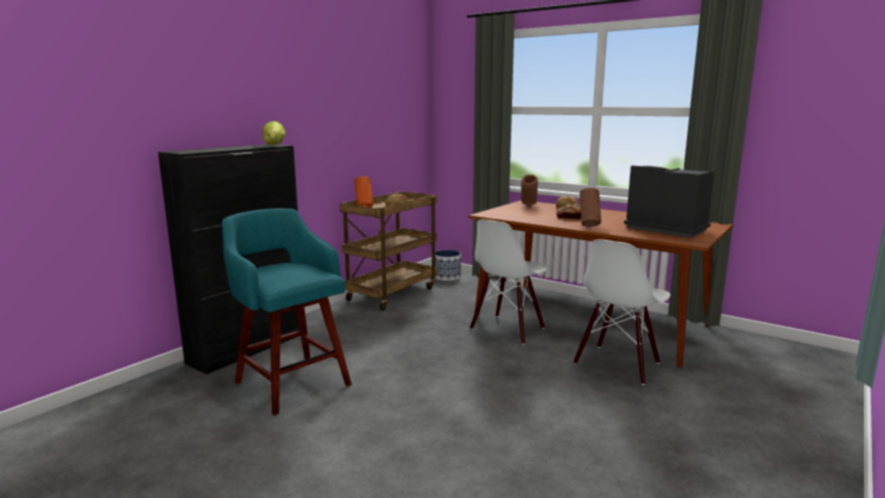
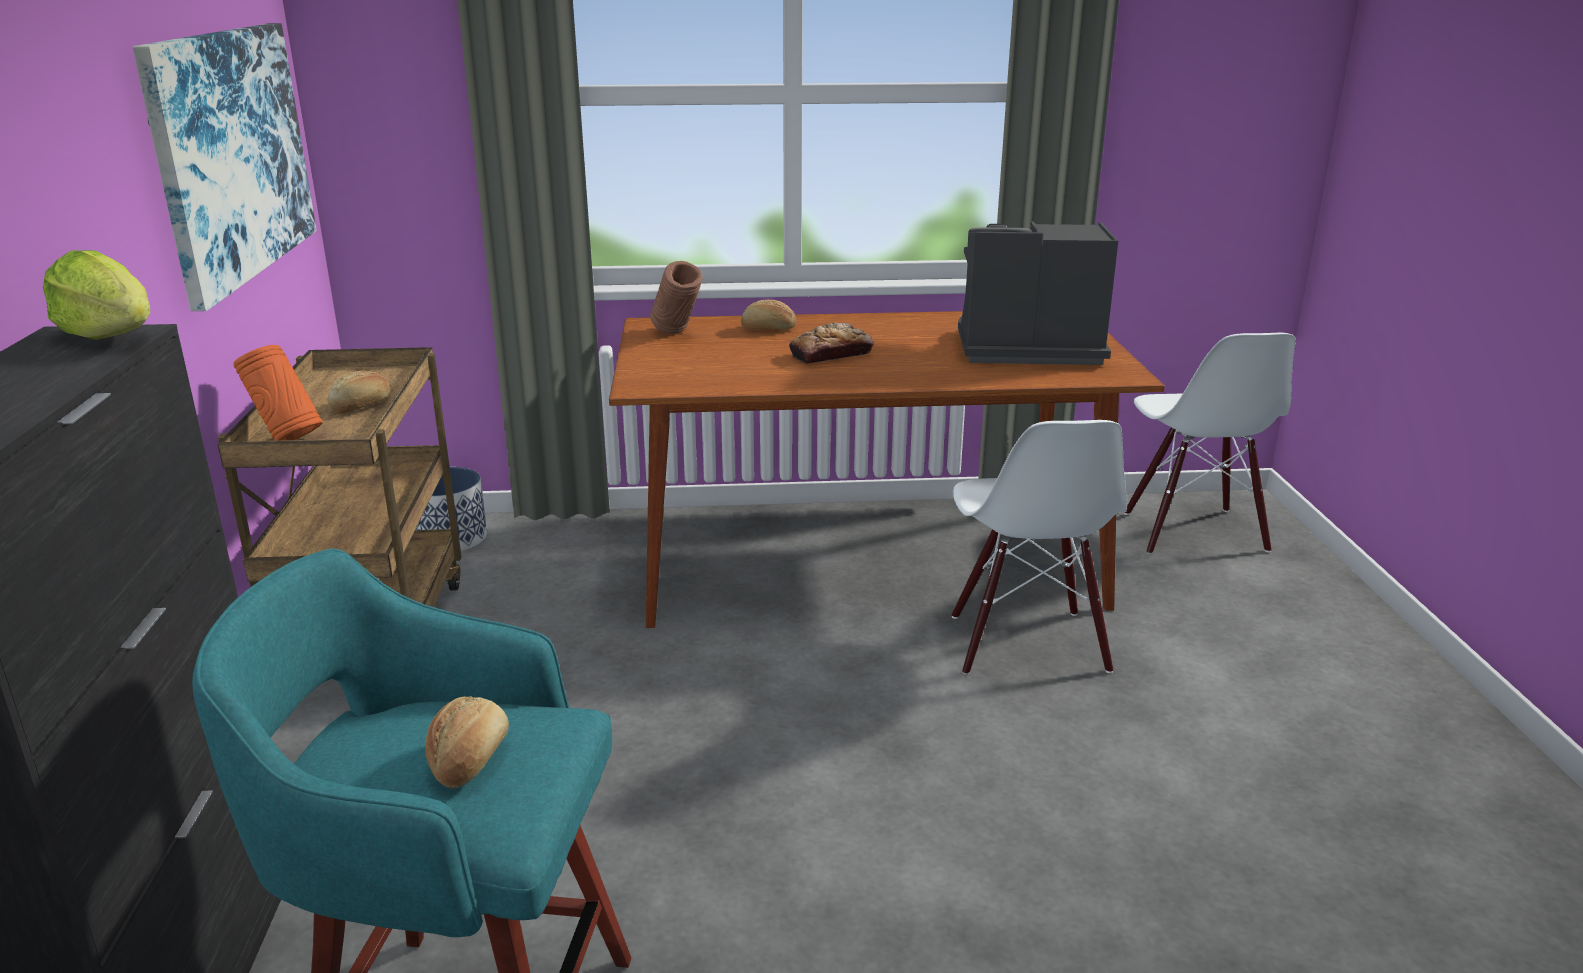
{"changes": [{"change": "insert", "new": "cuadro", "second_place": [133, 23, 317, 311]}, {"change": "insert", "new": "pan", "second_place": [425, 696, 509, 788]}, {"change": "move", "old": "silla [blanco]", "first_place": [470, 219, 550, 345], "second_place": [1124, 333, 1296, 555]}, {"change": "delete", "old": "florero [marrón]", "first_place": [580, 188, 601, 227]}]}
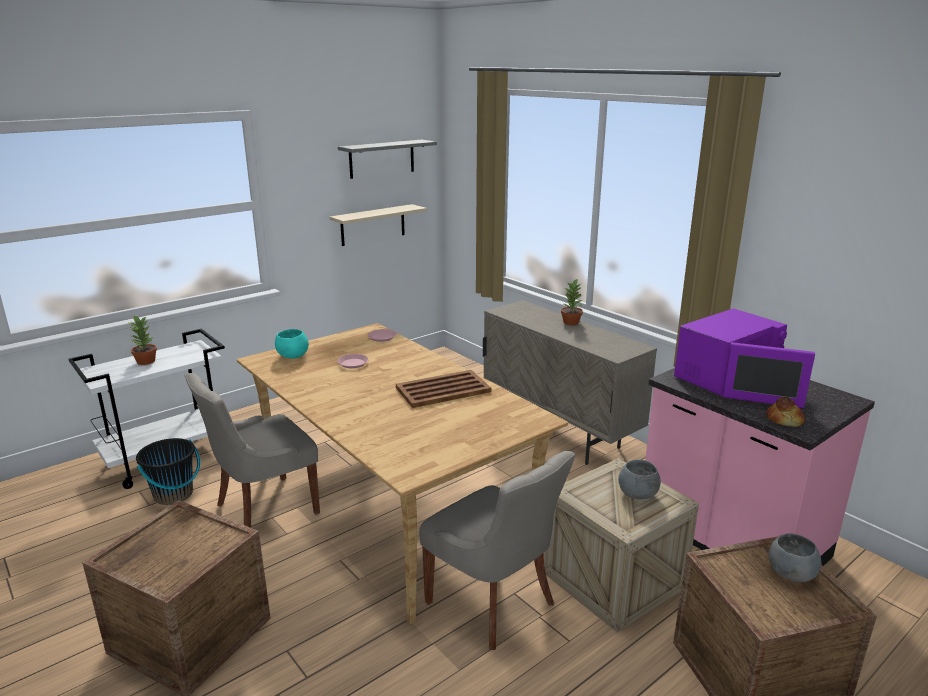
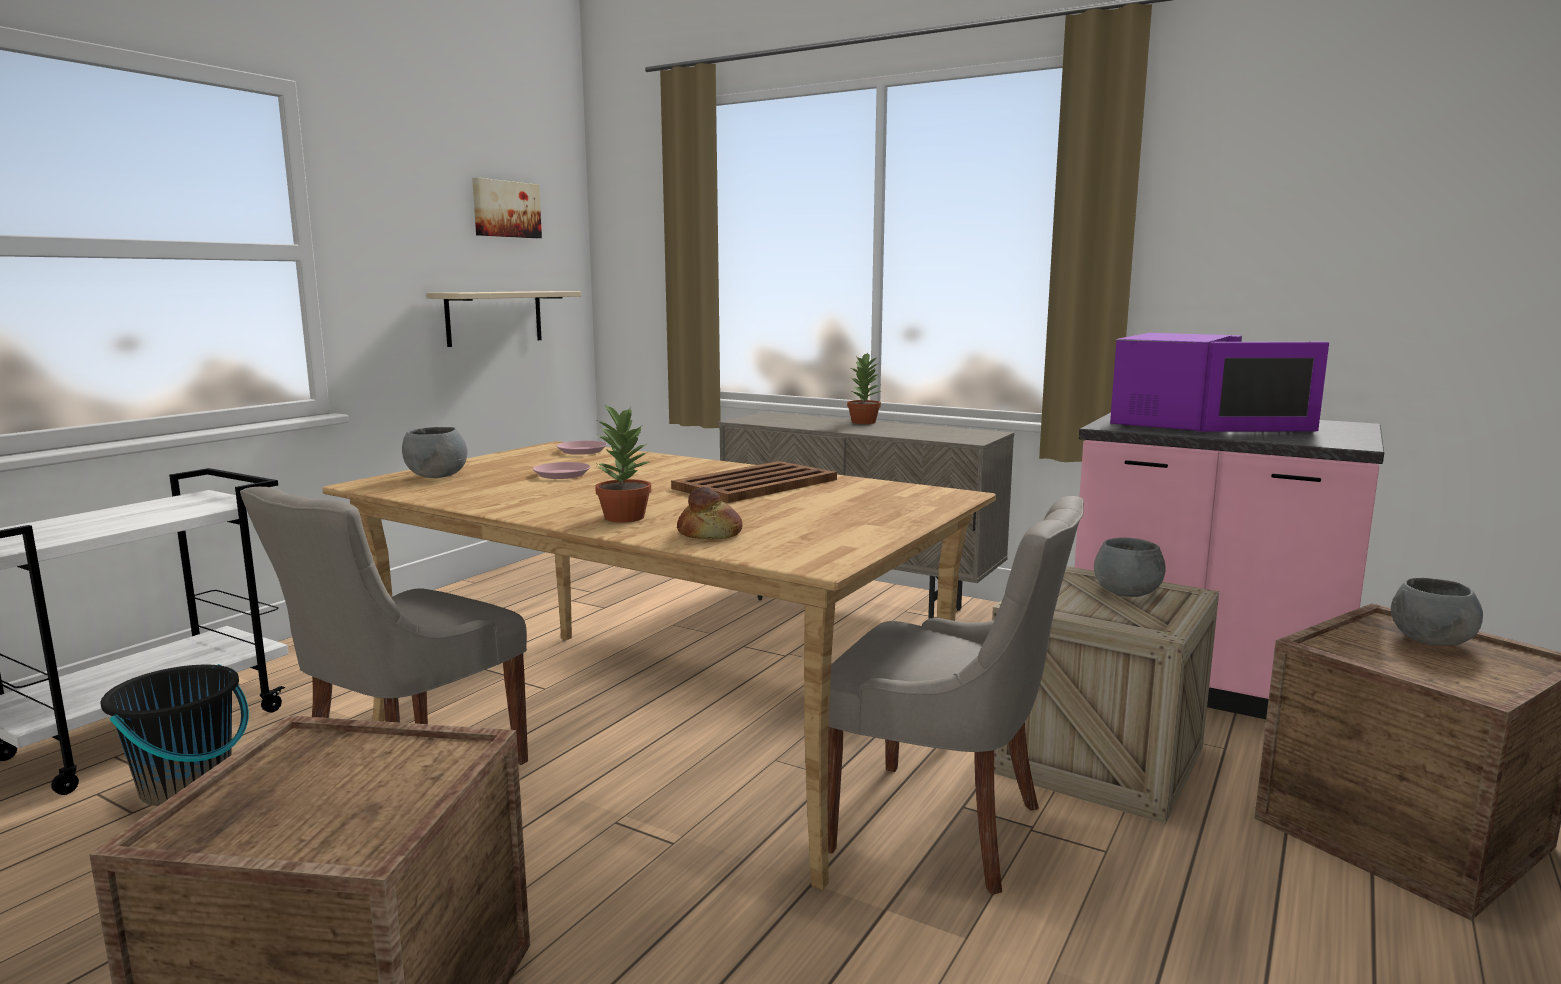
{"changes": [{"change": "recolor", "old": "cuenco [turquesa]", "new": "cuenco [gris]", "first_place": [275, 329, 309, 358], "second_place": [402, 427, 467, 478]}, {"change": "replace", "old": "estante [gris]", "new": "cuadro", "first_place": [338, 140, 437, 179], "second_place": [472, 178, 542, 238]}, {"change": "move", "old": "planta en maceta", "first_place": [129, 315, 157, 365], "second_place": [595, 404, 652, 523]}, {"change": "move", "old": "pan", "first_place": [766, 397, 805, 427], "second_place": [677, 487, 743, 540]}]}
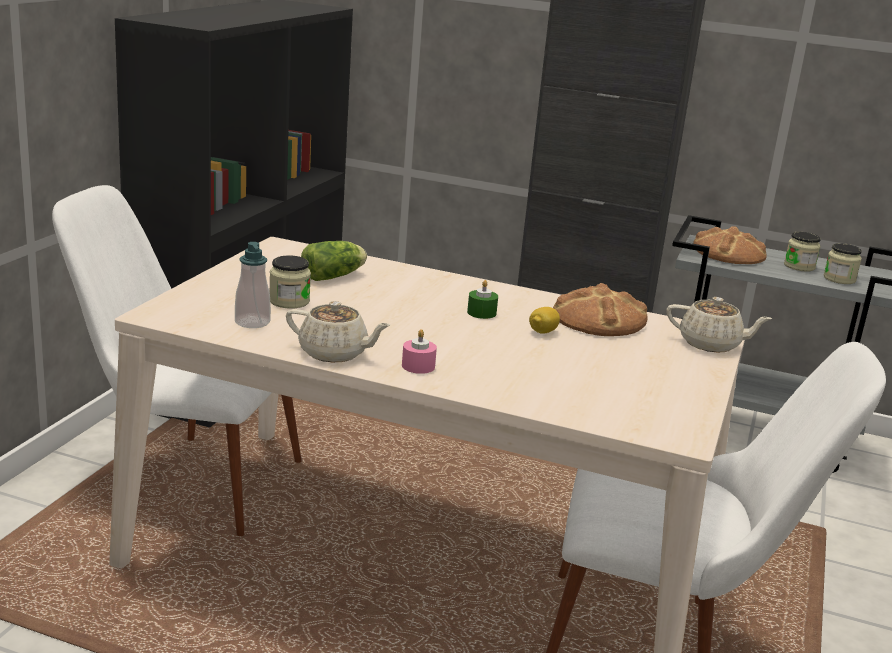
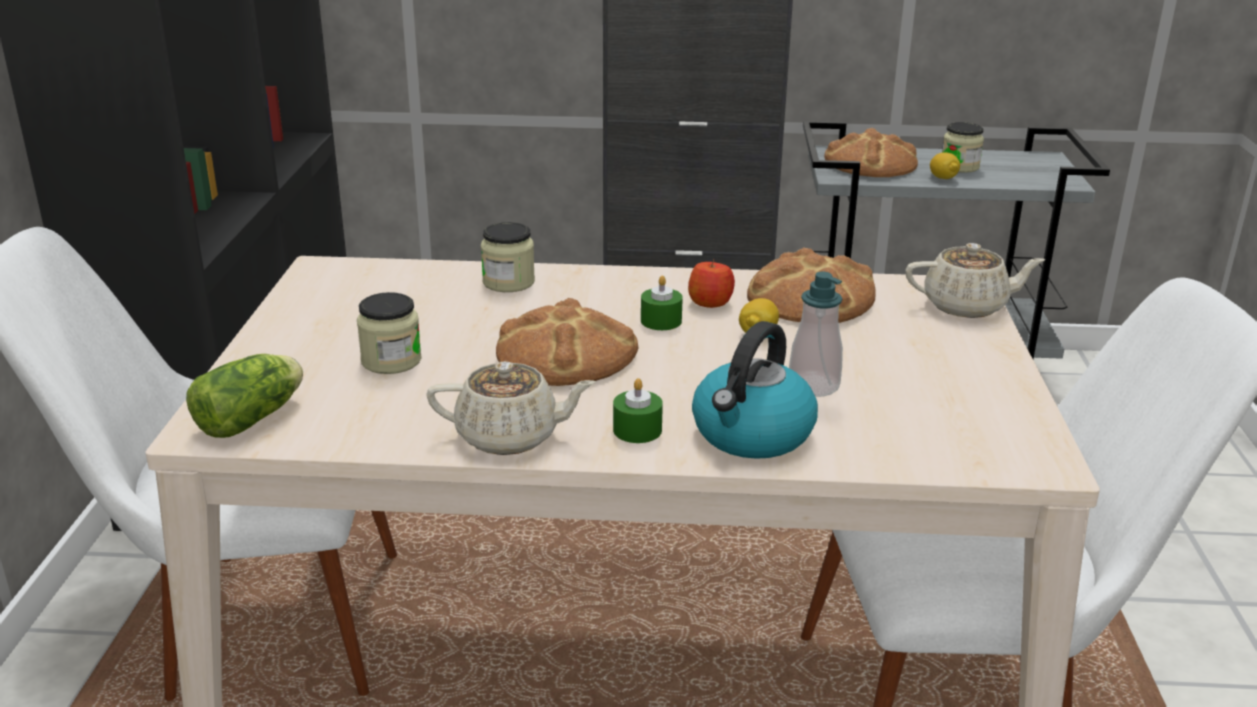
{"changes": [{"change": "move", "old": "lechuga", "first_place": [301, 241, 367, 281], "second_place": [186, 354, 303, 438]}, {"change": "move", "old": "tarro", "first_place": [824, 243, 862, 284], "second_place": [481, 222, 535, 292]}, {"change": "insert", "new": "pan", "second_place": [496, 298, 639, 386]}, {"change": "recolor", "old": "vela [rosa]", "new": "vela [verde]", "first_place": [402, 329, 437, 374], "second_place": [613, 378, 663, 443]}, {"change": "insert", "new": "manzana", "second_place": [688, 259, 735, 308]}, {"change": "insert", "new": "hervidor", "second_place": [692, 321, 818, 459]}, {"change": "move", "old": "dispensador de jabón", "first_place": [235, 242, 271, 328], "second_place": [789, 272, 843, 397]}, {"change": "insert", "new": "limón", "second_place": [930, 153, 960, 179]}]}
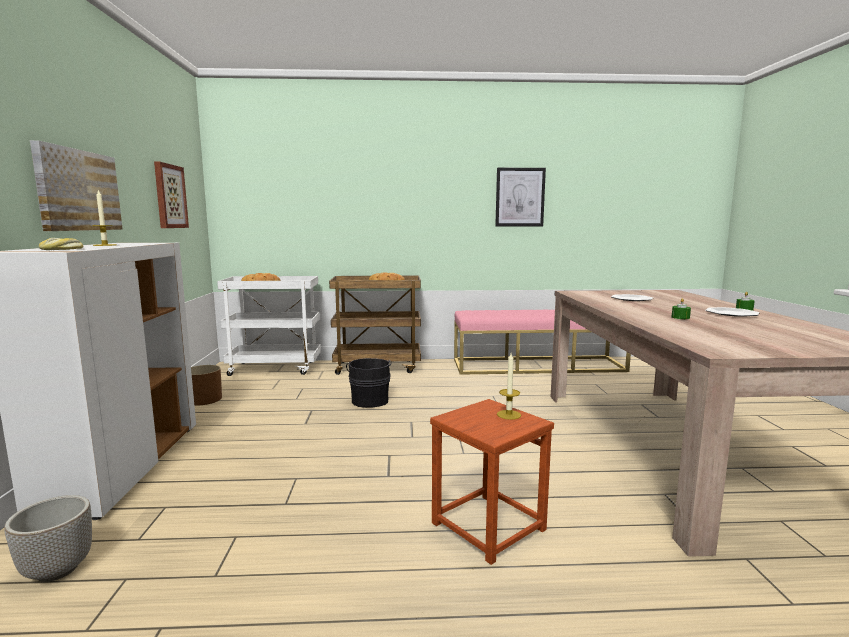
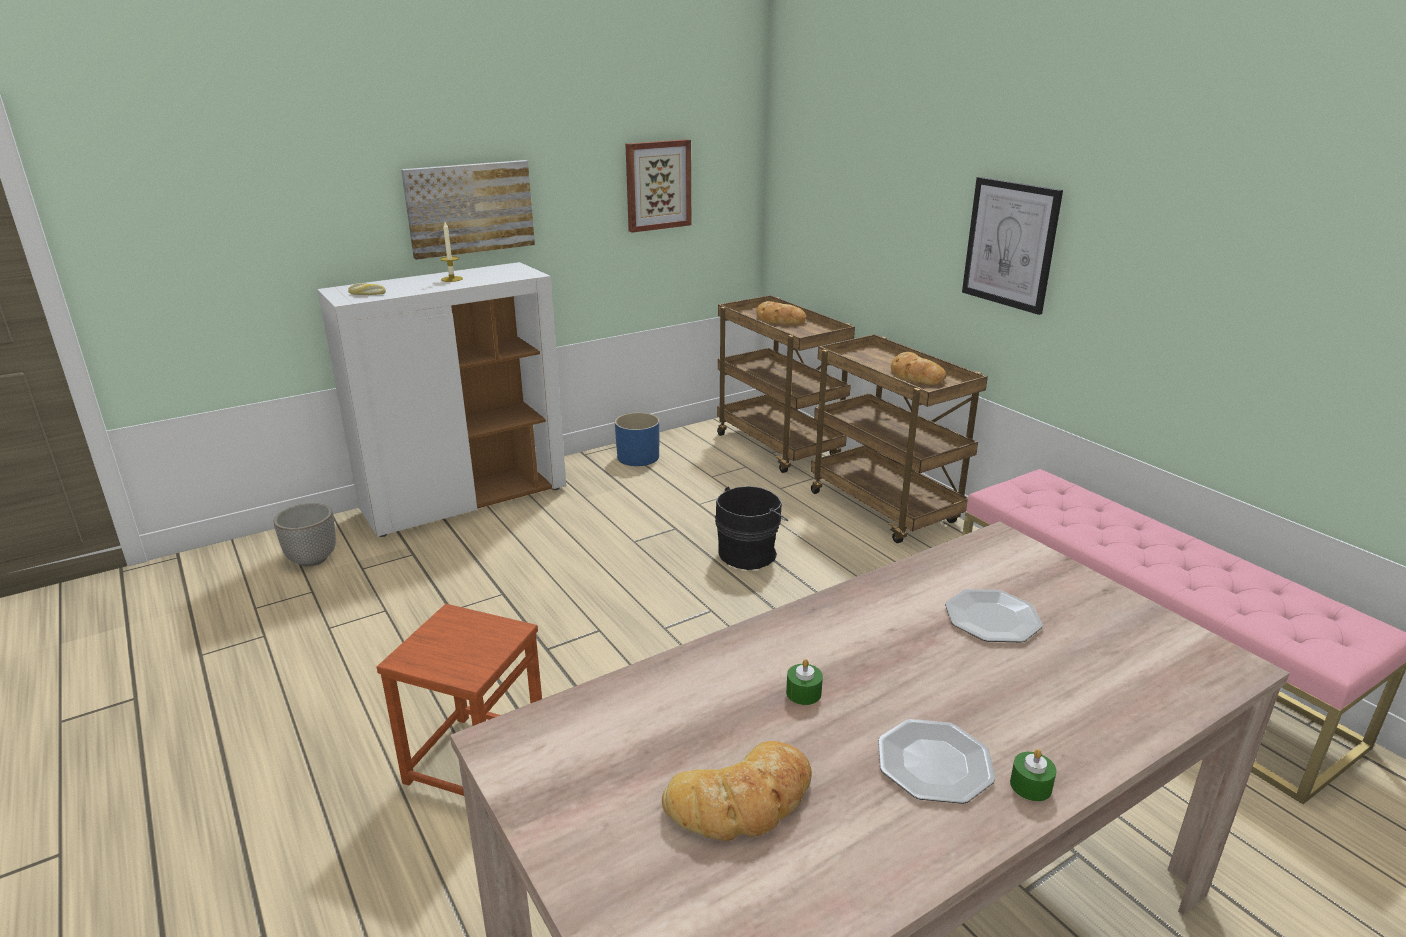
{"changes": [{"change": "recolor", "old": "maceta [marrón]", "new": "maceta [azul]", "first_place": [191, 365, 222, 405], "second_place": [615, 413, 659, 466]}, {"change": "insert", "new": "pan", "second_place": [662, 741, 812, 841]}, {"change": "recolor", "old": "carrito [blanco]", "new": "carrito [marrón]", "first_place": [217, 276, 321, 376], "second_place": [717, 295, 855, 473]}, {"change": "move", "old": "cuadro", "first_place": [495, 168, 546, 227], "second_place": [962, 177, 1063, 315]}, {"change": "delete", "old": "vela", "first_place": [497, 353, 521, 420]}]}
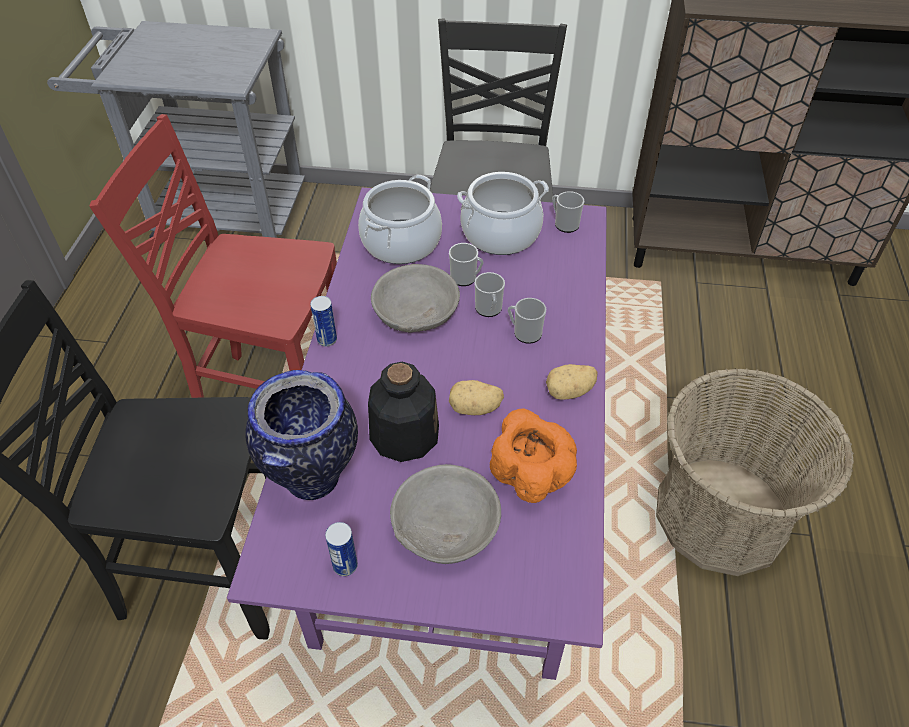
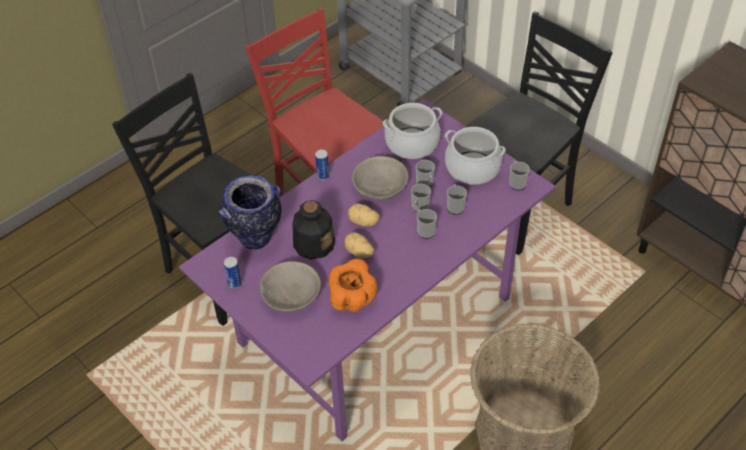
{"changes": [{"change": "move", "old": "patata", "first_place": [546, 364, 598, 400], "second_place": [348, 203, 380, 226]}, {"change": "insert", "new": "taza grande", "second_place": [447, 184, 467, 215]}]}
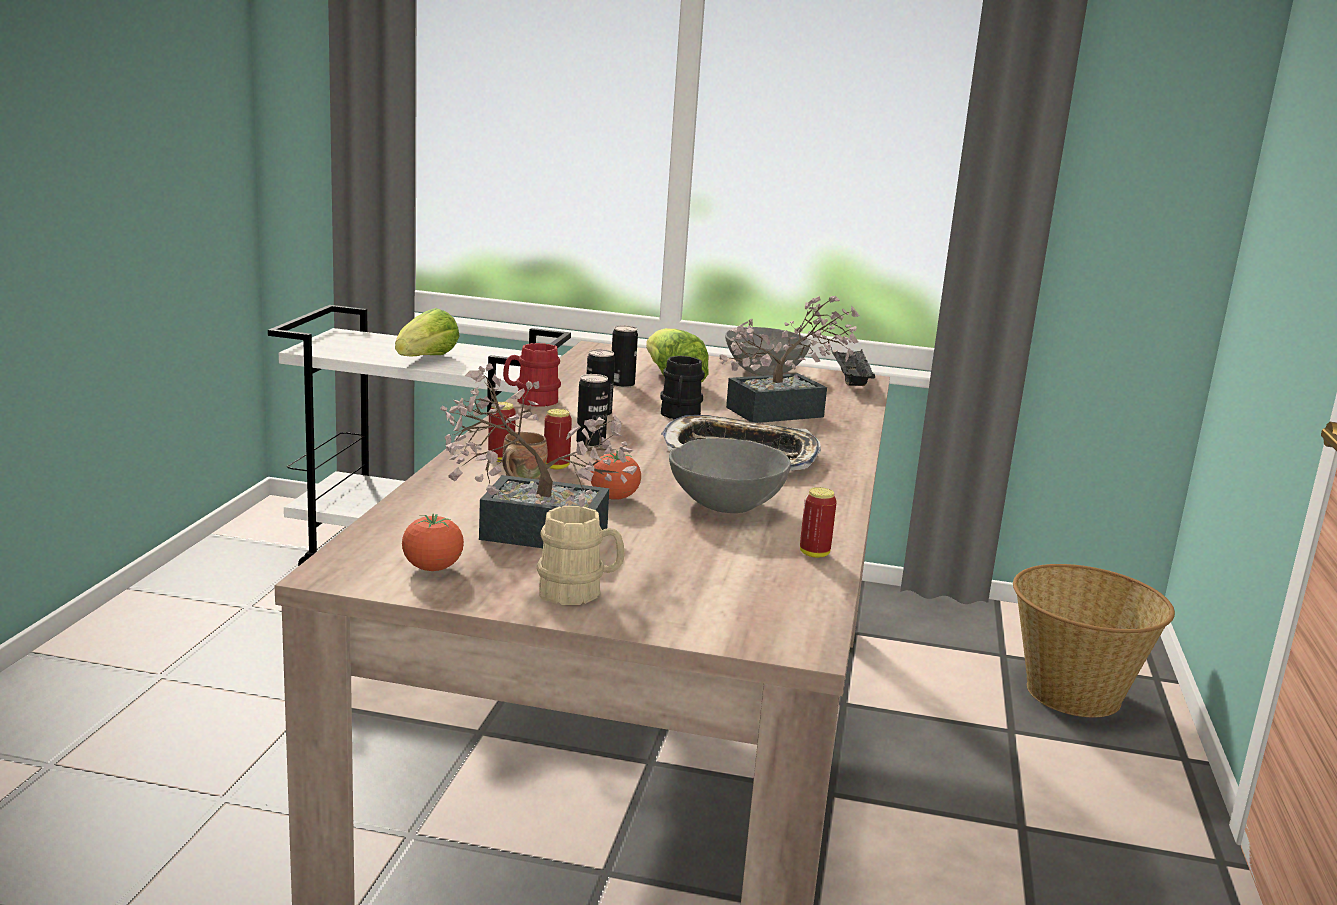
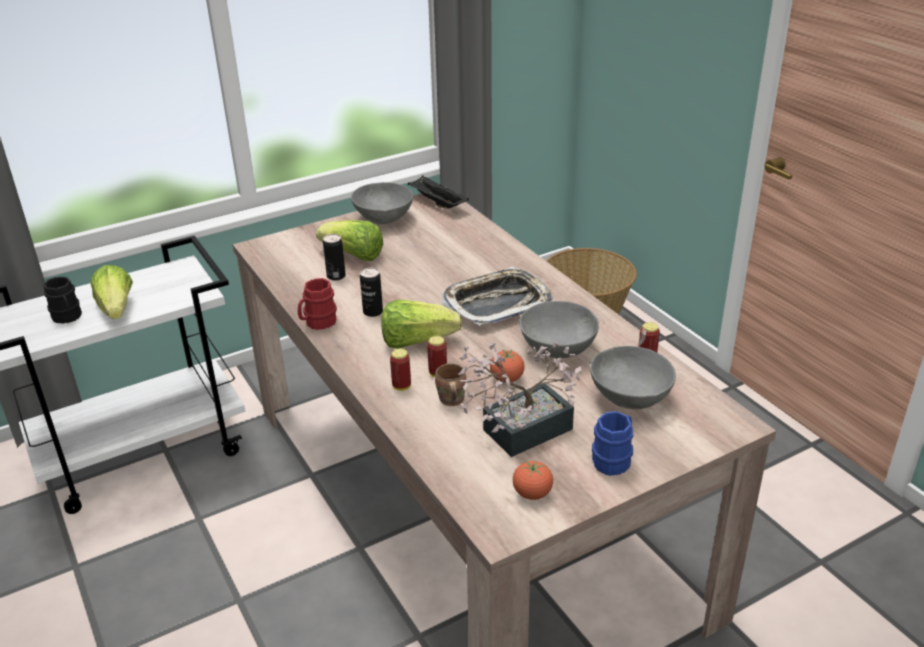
{"changes": [{"change": "move", "old": "taza grande [negro]", "first_place": [660, 356, 705, 420], "second_place": [44, 277, 82, 323]}, {"change": "replace", "old": "lata", "new": "lechuga", "first_place": [576, 374, 609, 447], "second_place": [381, 300, 462, 348]}, {"change": "insert", "new": "cuenco [gris]", "second_place": [590, 346, 676, 409]}, {"change": "recolor", "old": "taza grande [beis]", "new": "taza grande [azul]", "first_place": [537, 506, 624, 605], "second_place": [592, 411, 633, 476]}, {"change": "delete", "old": "planta en maceta", "first_place": [720, 296, 860, 423]}]}
